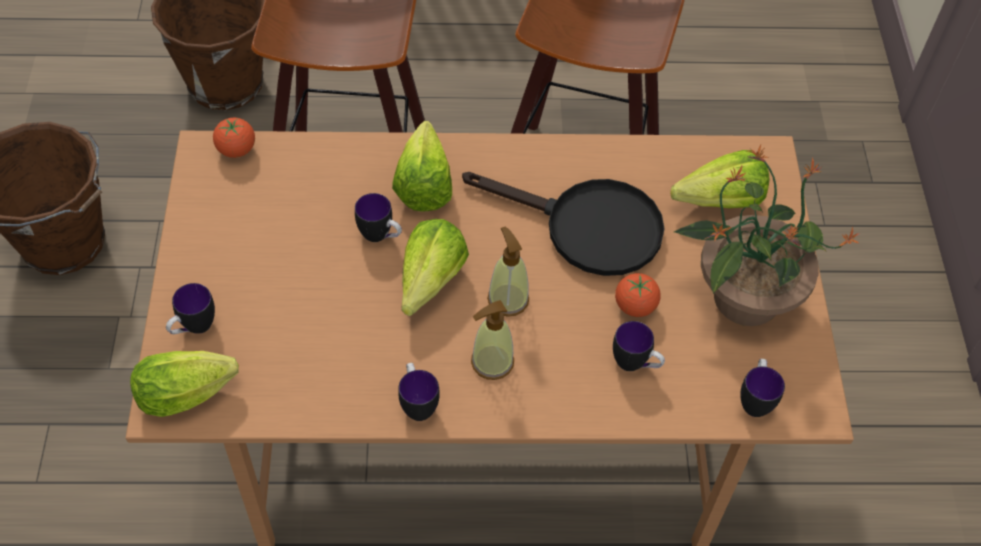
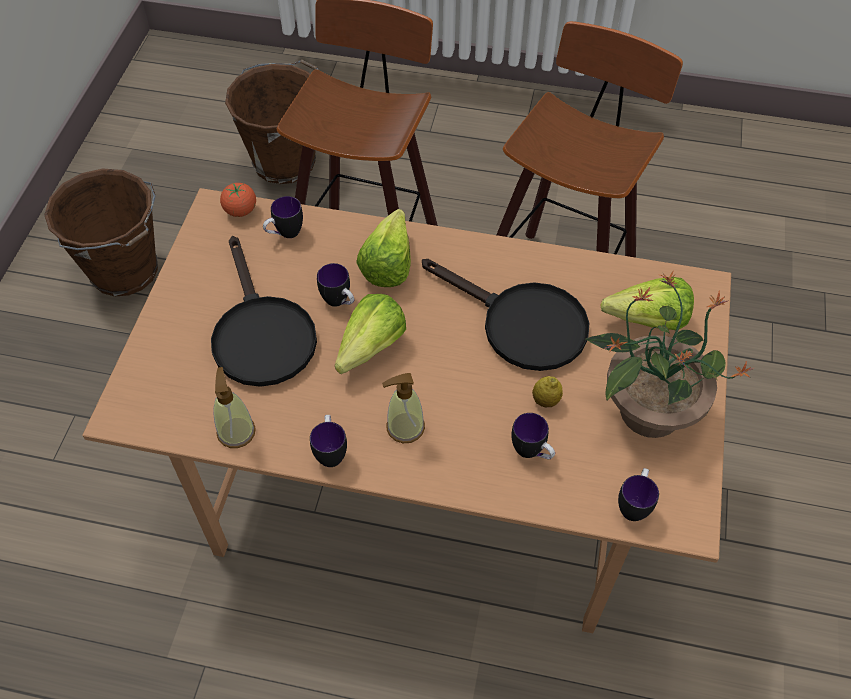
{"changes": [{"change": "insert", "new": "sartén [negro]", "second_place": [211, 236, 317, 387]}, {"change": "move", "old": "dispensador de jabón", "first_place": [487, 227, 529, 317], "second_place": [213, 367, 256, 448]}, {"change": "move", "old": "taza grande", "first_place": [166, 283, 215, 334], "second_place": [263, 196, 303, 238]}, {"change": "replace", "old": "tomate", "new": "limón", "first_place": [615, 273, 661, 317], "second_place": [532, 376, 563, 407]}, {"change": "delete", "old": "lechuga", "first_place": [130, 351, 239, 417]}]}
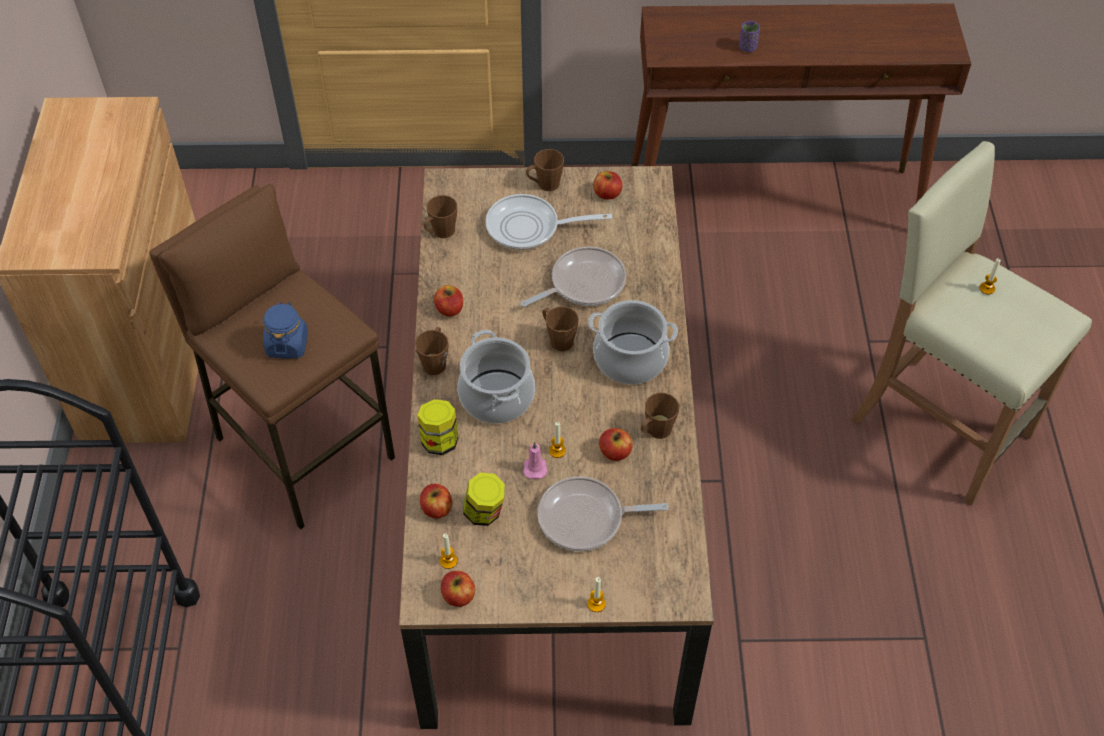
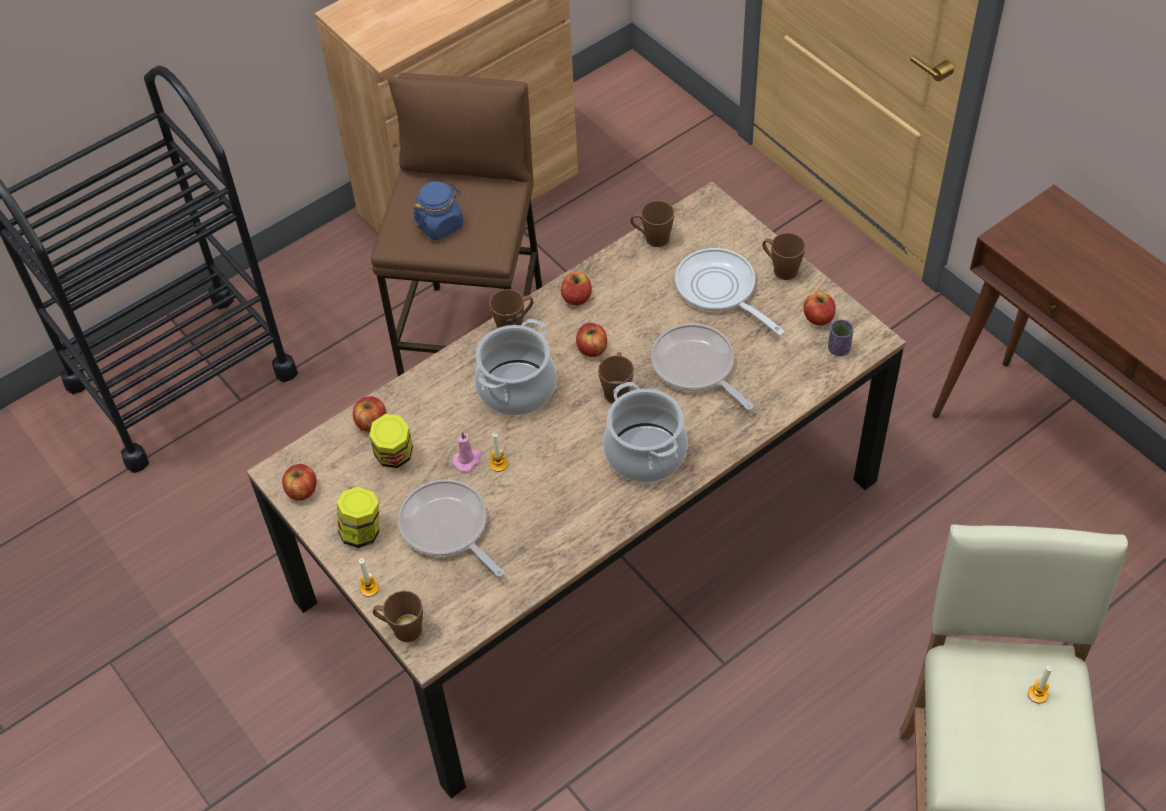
{"changes": [{"change": "move", "old": "tarro", "first_place": [417, 399, 459, 455], "second_place": [337, 487, 379, 548]}, {"change": "move", "old": "taza grande [marrón]", "first_place": [641, 393, 679, 439], "second_place": [373, 591, 423, 642]}, {"change": "move", "old": "manzana", "first_place": [599, 428, 633, 461], "second_place": [576, 323, 607, 357]}, {"change": "rotate", "old": "sartén", "first_place": [520, 247, 626, 307], "second_place": [651, 324, 753, 410], "degrees": -150}, {"change": "move", "old": "taza [morado]", "first_place": [739, 21, 760, 52], "second_place": [828, 320, 854, 356]}, {"change": "delete", "old": "vela", "first_place": [440, 534, 458, 569]}]}
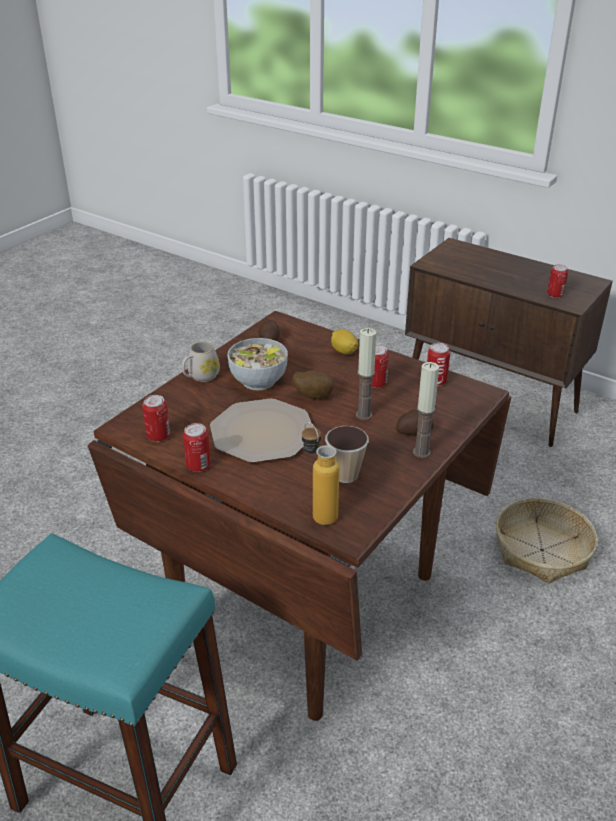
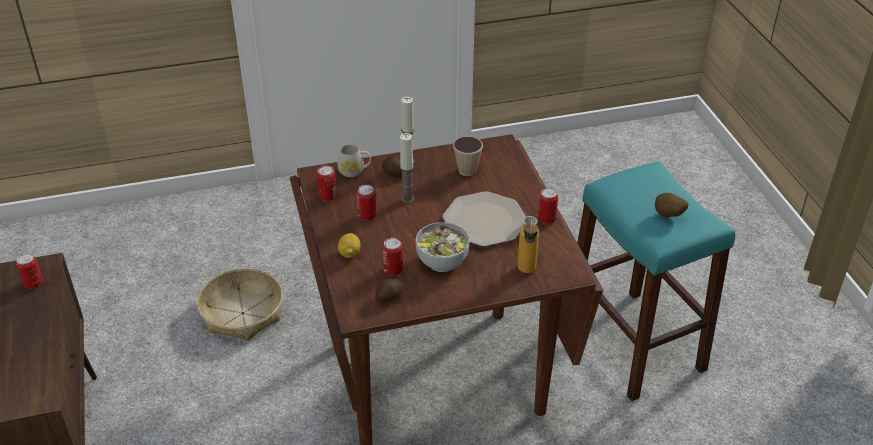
{"changes": [{"change": "move", "old": "taza grande [blanco]", "first_place": [182, 341, 220, 382], "second_place": [337, 144, 371, 177]}, {"change": "move", "old": "lata", "first_place": [142, 395, 170, 442], "second_place": [382, 238, 403, 276]}, {"change": "move", "old": "botella", "first_place": [302, 422, 339, 525], "second_place": [518, 216, 539, 273]}, {"change": "move", "old": "patata", "first_place": [293, 370, 334, 399], "second_place": [655, 193, 688, 217]}]}
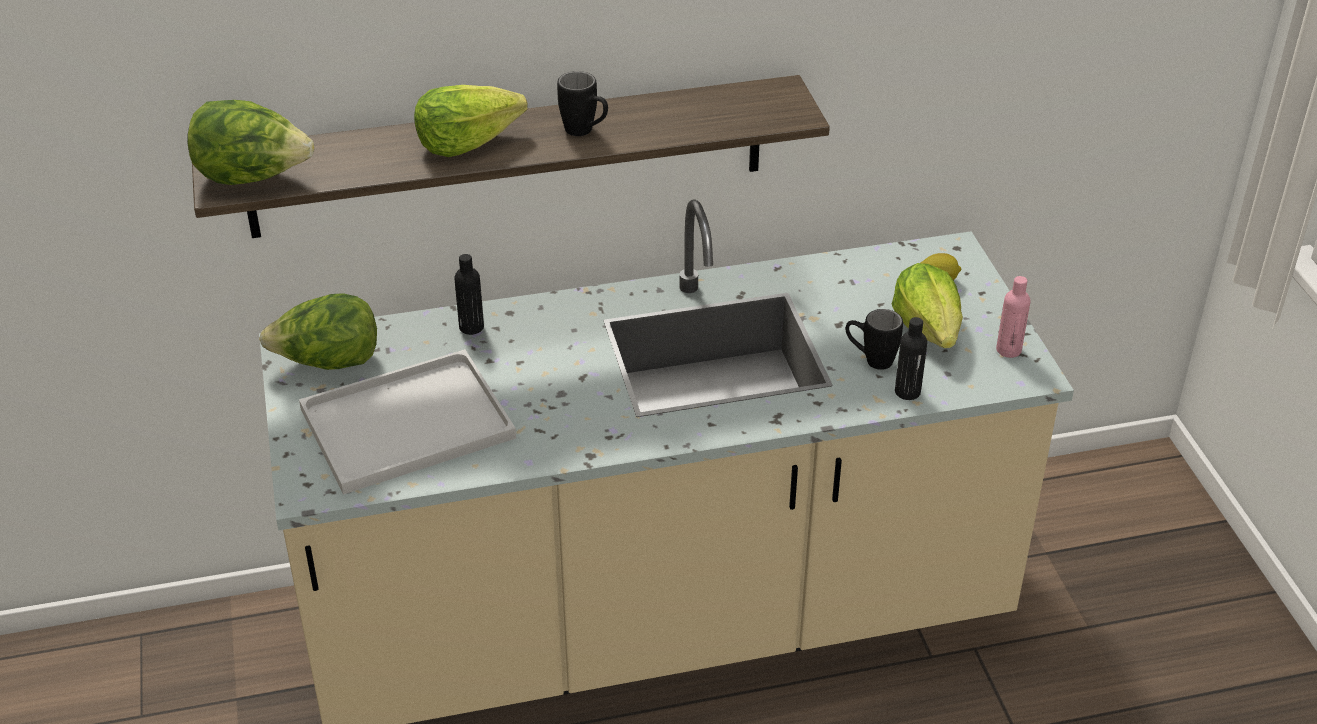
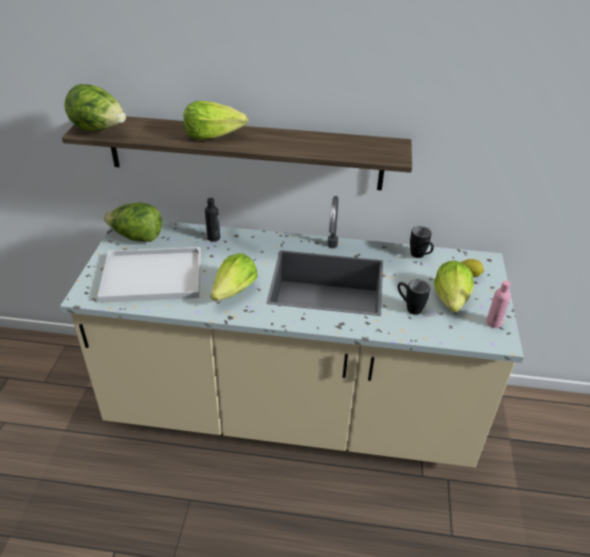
{"changes": [{"change": "insert", "new": "lechuga", "second_place": [210, 253, 258, 301]}, {"change": "move", "old": "taza grande [negro]", "first_place": [557, 71, 608, 136], "second_place": [410, 226, 434, 258]}, {"change": "delete", "old": "botella [negro]", "first_place": [895, 317, 927, 400]}]}
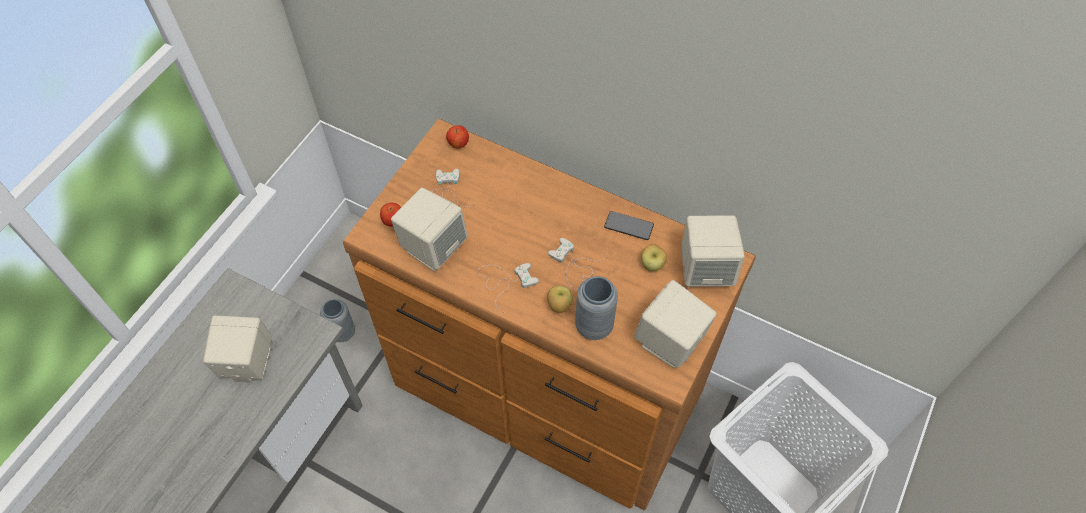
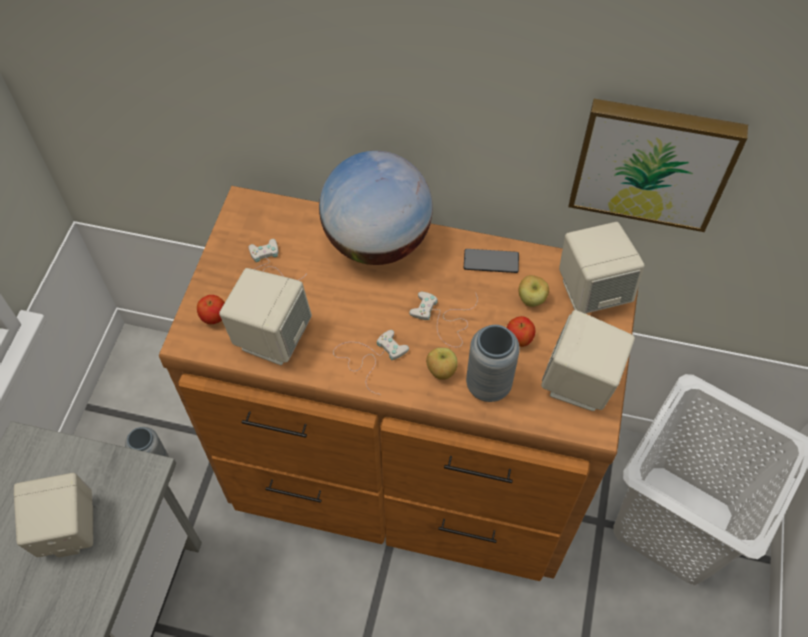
{"changes": [{"change": "insert", "new": "globo terráqueo", "second_place": [319, 151, 433, 265]}, {"change": "move", "old": "manzana", "first_place": [446, 125, 469, 148], "second_place": [507, 316, 535, 347]}, {"change": "insert", "new": "cuadro", "second_place": [568, 99, 748, 232]}]}
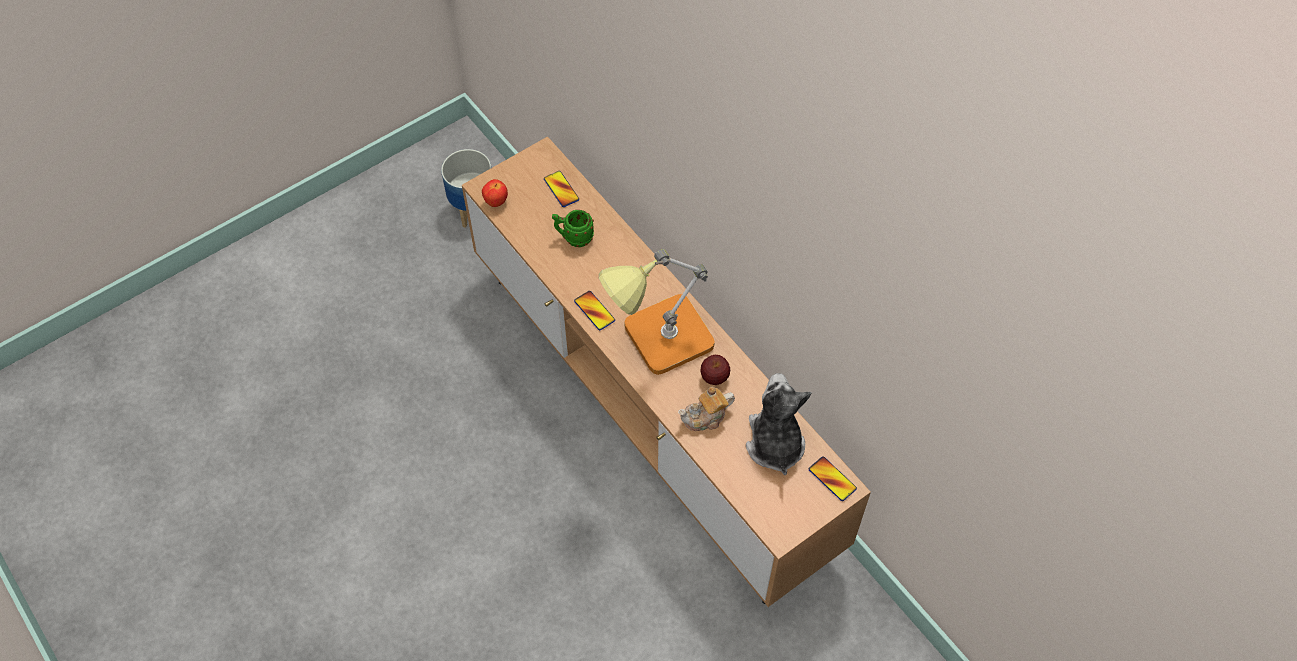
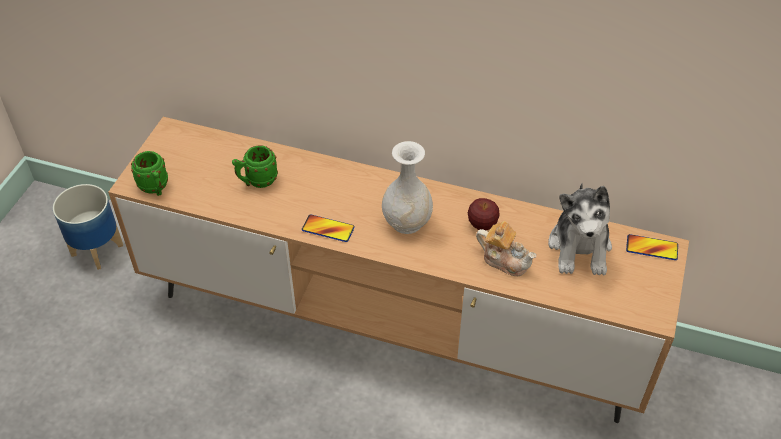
{"changes": [{"change": "replace", "old": "manzana", "new": "taza grande [verde]", "first_place": [482, 179, 508, 207], "second_place": [131, 151, 168, 196]}, {"change": "replace", "old": "lámpara de mesa", "new": "florero [blanco]", "first_place": [599, 249, 715, 375], "second_place": [382, 141, 433, 234]}, {"change": "rotate", "old": "tetera", "first_place": [678, 387, 735, 431], "second_place": [476, 221, 536, 276], "degrees": -90}, {"change": "rotate", "old": "peluche", "first_place": [746, 373, 812, 475], "second_place": [548, 183, 612, 276], "degrees": -135}, {"change": "delete", "old": "móvil", "first_place": [544, 171, 579, 207]}]}
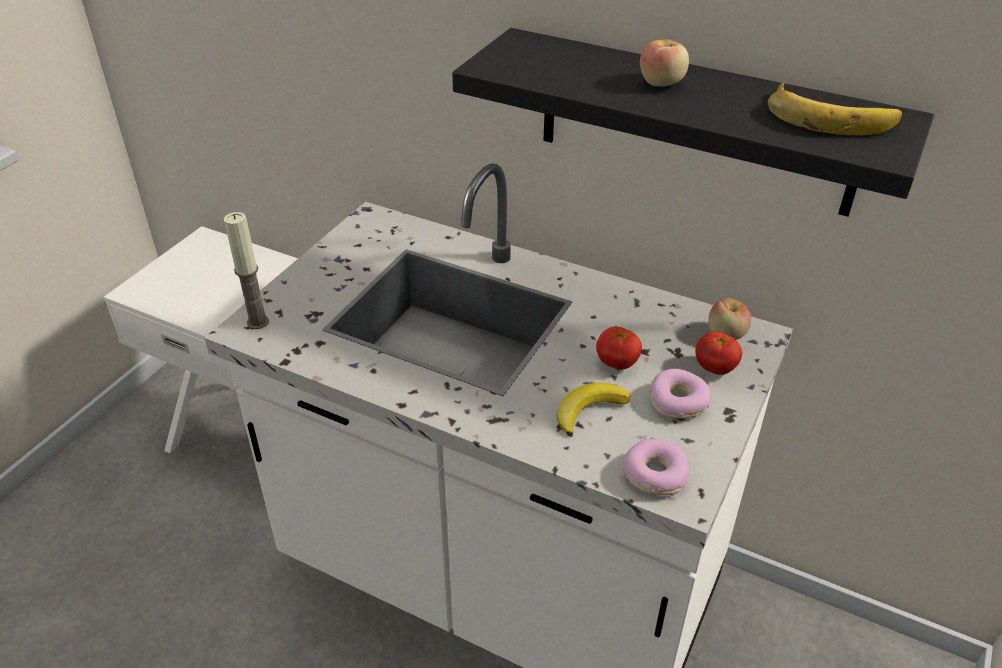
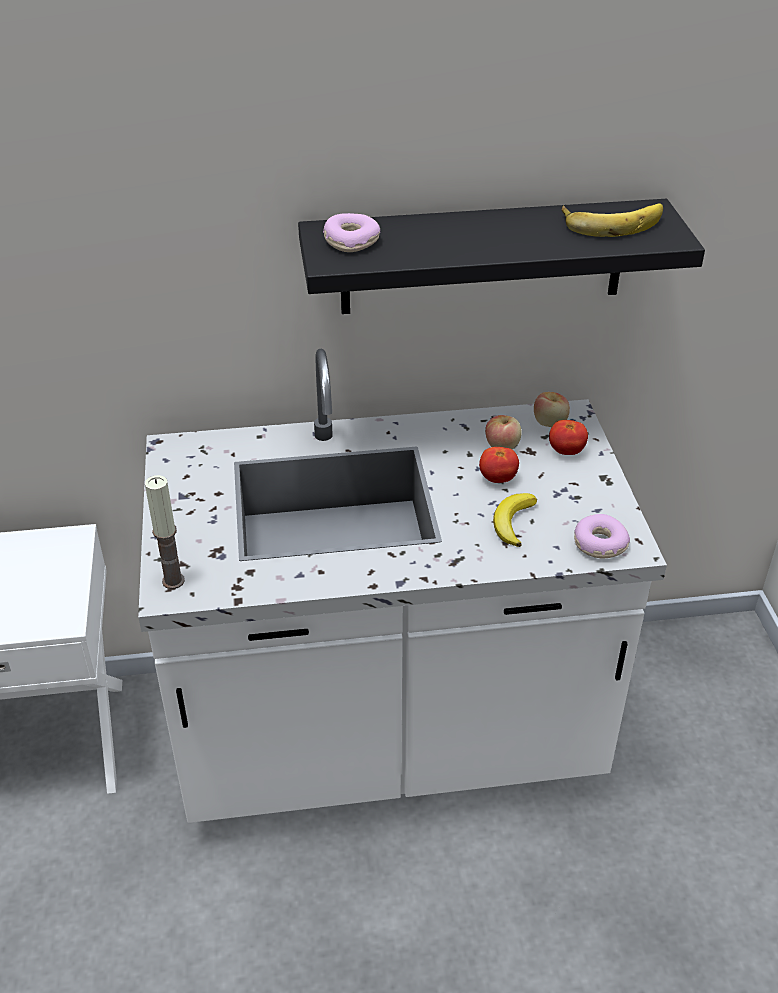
{"changes": [{"change": "move", "old": "rosquilla", "first_place": [649, 369, 711, 419], "second_place": [323, 213, 381, 252]}, {"change": "move", "old": "manzana", "first_place": [640, 39, 689, 87], "second_place": [485, 415, 521, 449]}]}
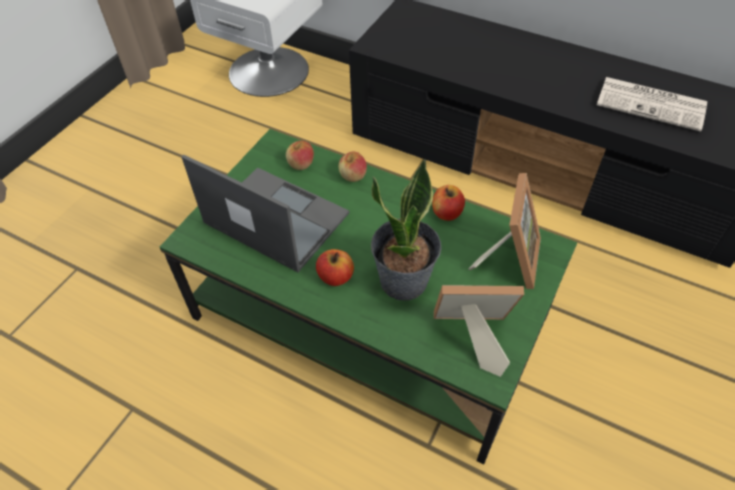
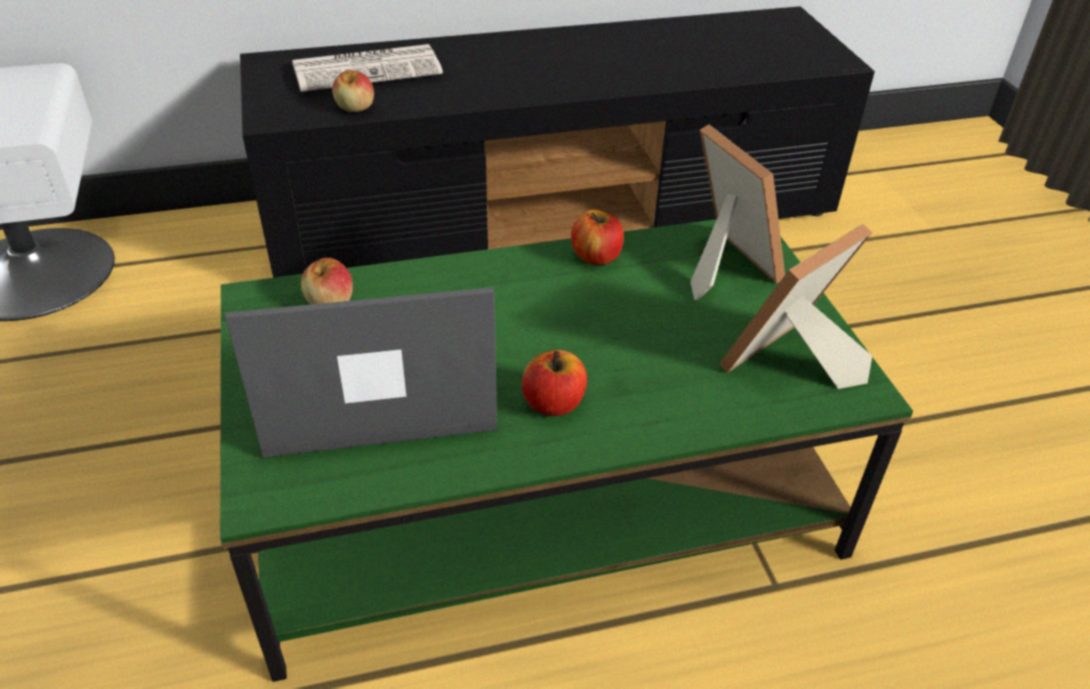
{"changes": [{"change": "move", "old": "periódico", "first_place": [597, 77, 707, 132], "second_place": [292, 44, 443, 92]}, {"change": "move", "old": "manzana", "first_place": [338, 152, 367, 182], "second_place": [332, 70, 374, 112]}, {"change": "delete", "old": "planta en maceta", "first_place": [371, 159, 441, 301]}]}
